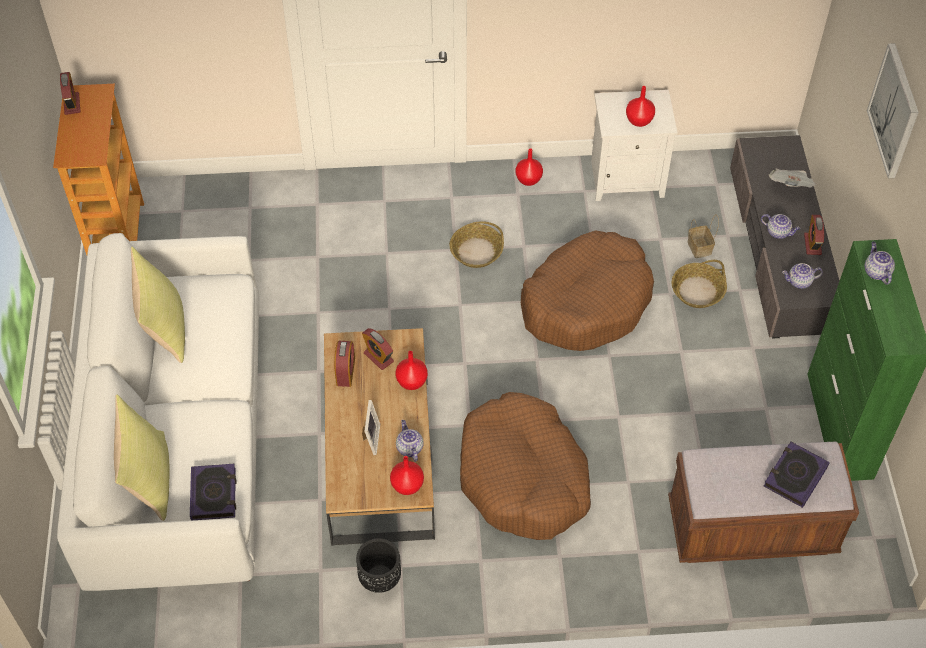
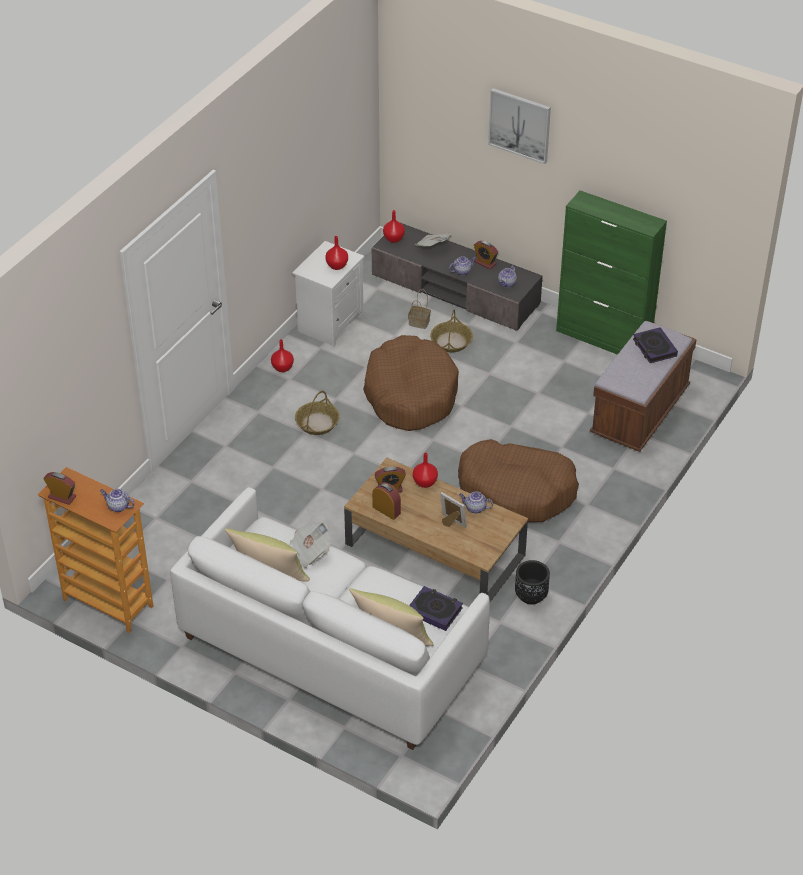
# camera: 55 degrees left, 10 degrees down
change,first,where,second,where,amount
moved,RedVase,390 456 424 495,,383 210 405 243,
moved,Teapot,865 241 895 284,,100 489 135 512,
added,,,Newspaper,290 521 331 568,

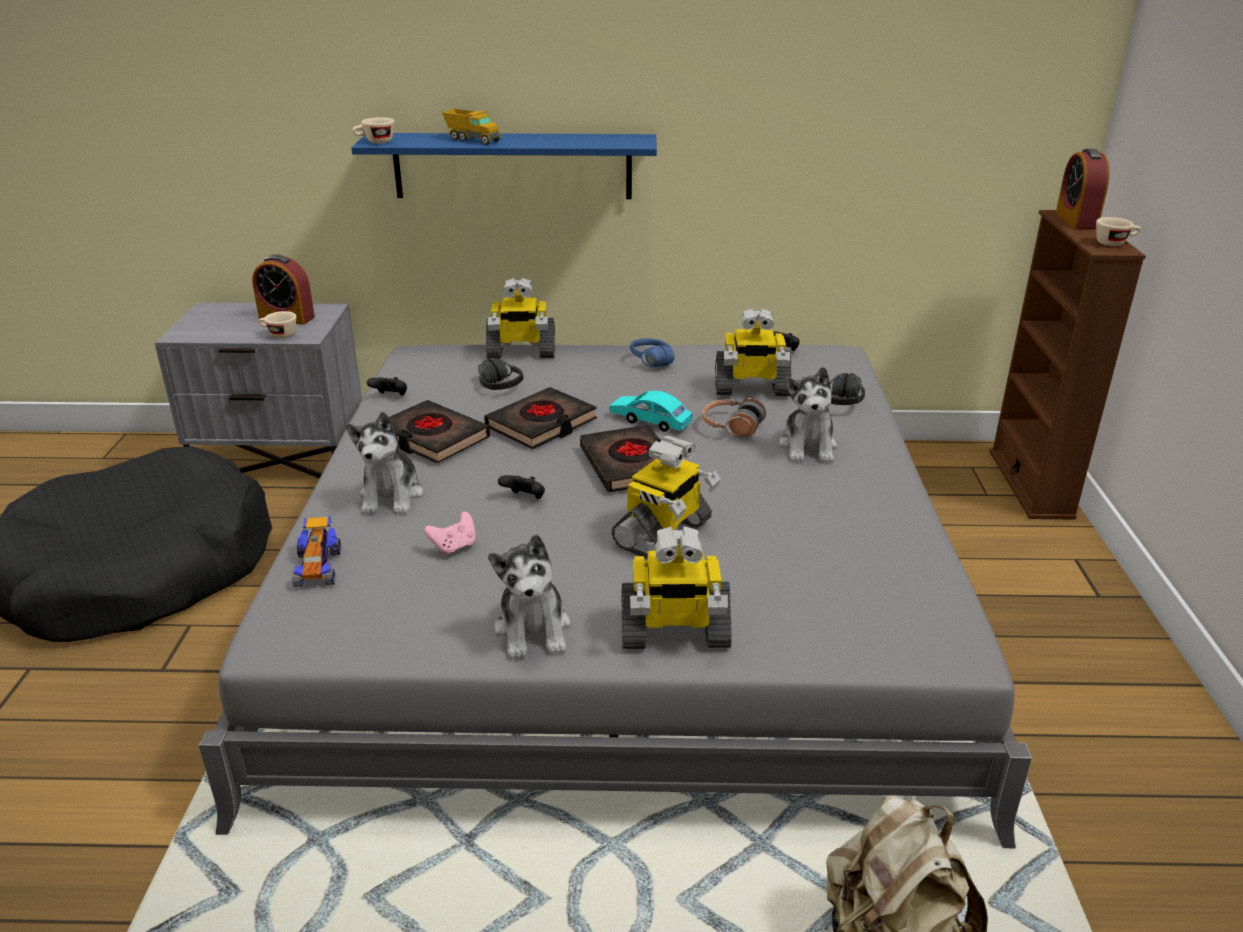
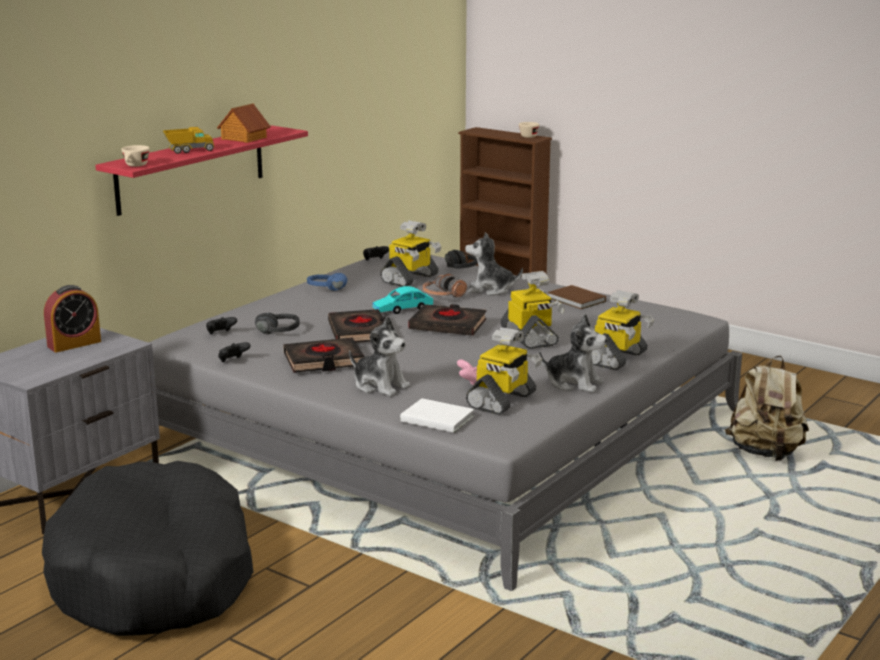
# camera: 55 degrees left, 10 degrees down
change,first,where,second,where,amount
removed,BeigeCup,258 311 296 338,,,
replaced,ToyCar,292 516 341 587,WhiteBook,400 398 474 433,
recoloured,BlueShelf,351 133 657 199,RedShelf,95 126 308 216,
moved,ToyRobot,486 278 555 359,,466 327 542 415,
moved,BlackGameController,498 475 545 499,,206 317 237 334,
turned,PlushToy,779 367 837 462,,465 232 523 295,150 degrees clockwise
removed,AlarmClock,1056 149 1109 229,,,
added,,,ToyHouse,217 103 271 143,
added,,,BrownBook,547 285 606 309,

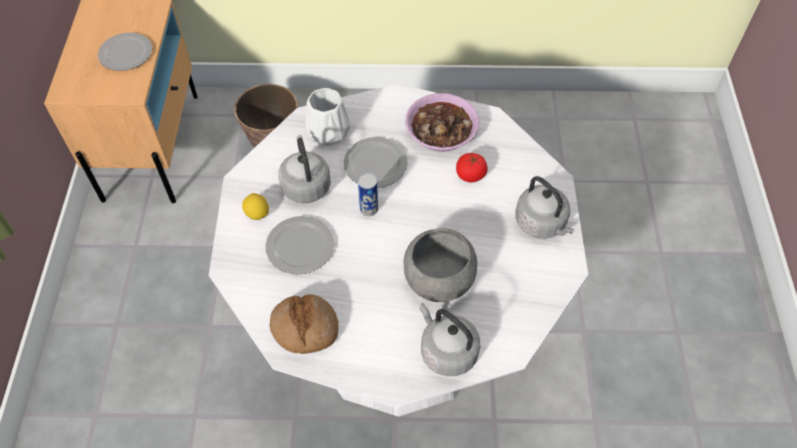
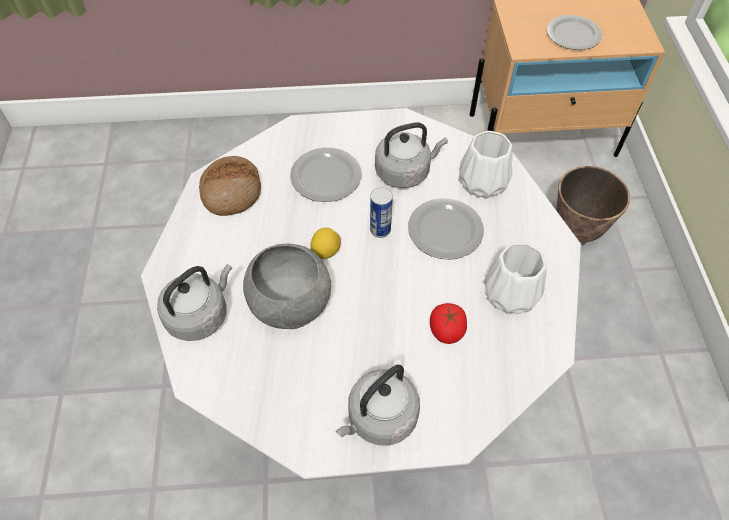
# camera: 85 degrees right, 0 degrees up
change,first,where,second,where,amount
moved,Lemon,242 193 269 220,,310 228 341 259,
replaced,Bowl,405 93 479 152,WhiteVase,484 243 547 314,

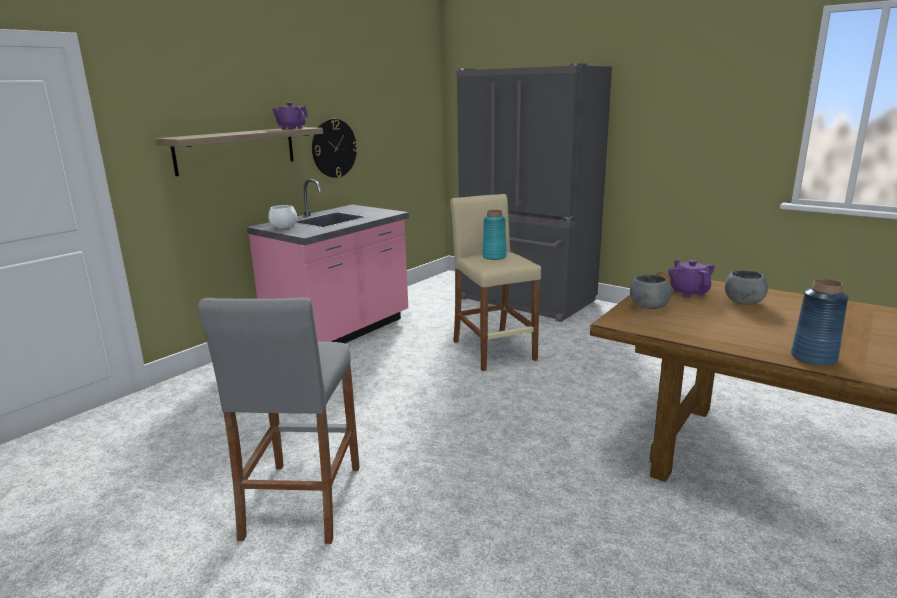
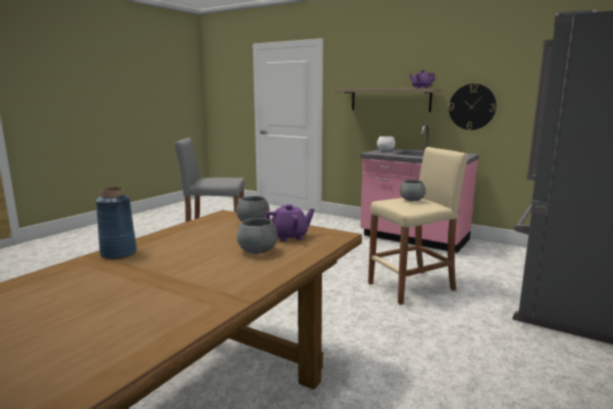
# camera: 85 degrees right, 5 degrees down
change,first,where,second,where,amount
replaced,TurquoiseVase,482 210 507 260,GreyBowl,400 180 426 202,

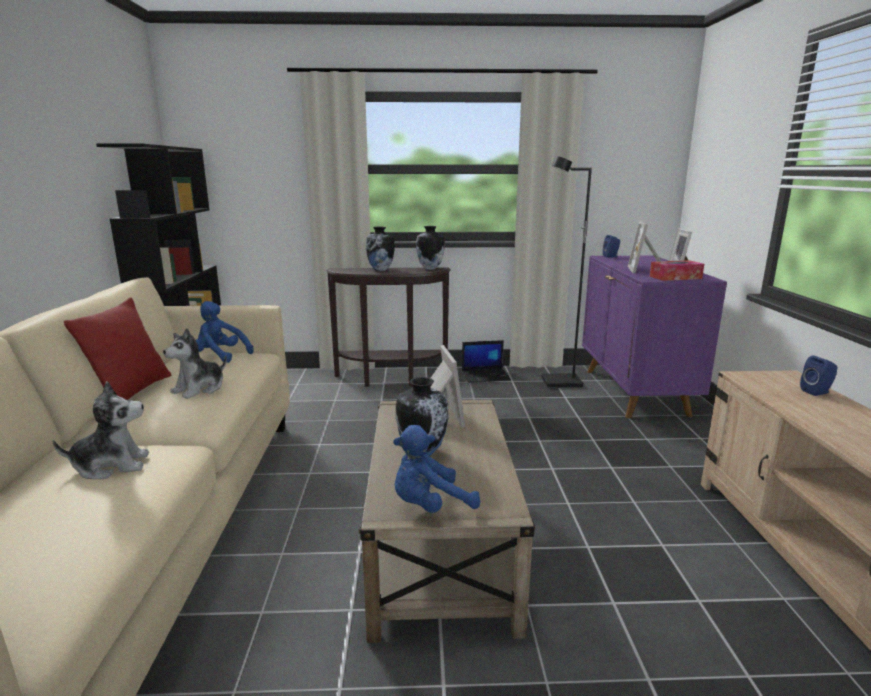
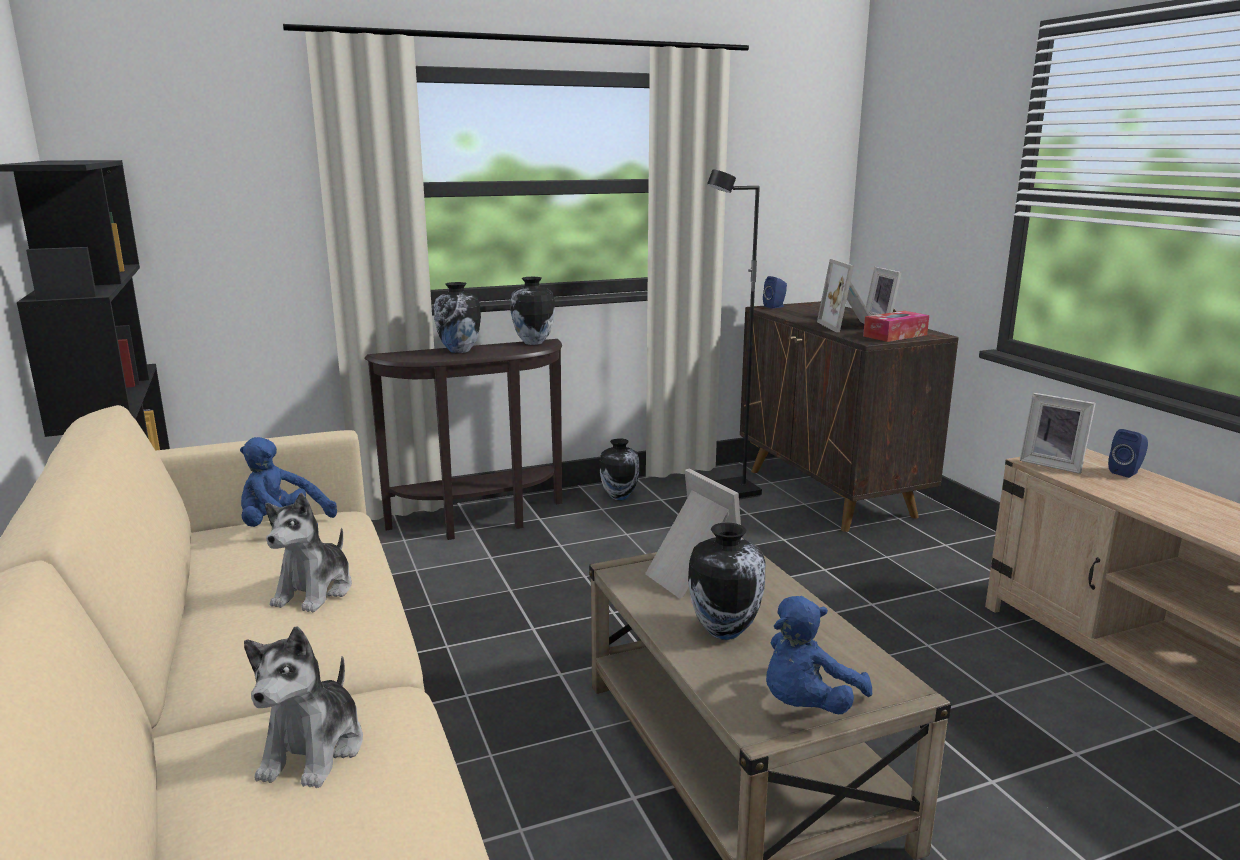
# camera: 20 degrees left, 0 degrees up
change,first,where,second,where,amount
turned,PlushToy,52 382 149 479,,244 626 363 788,135 degrees clockwise
removed,RedPillow,64 297 171 400,,,
replaced,Laptop,462 340 511 383,Vase,599 438 639 500,
recoloured,PurpleCabinet,582 255 727 418,BrownCabinet,740 301 959 532,
added,,,PictureFrame,1020 393 1096 474,

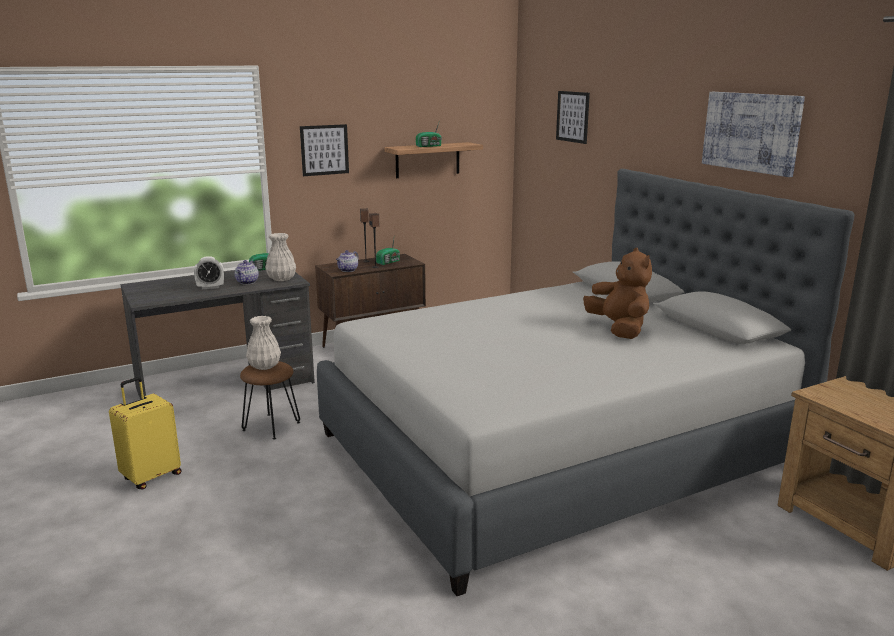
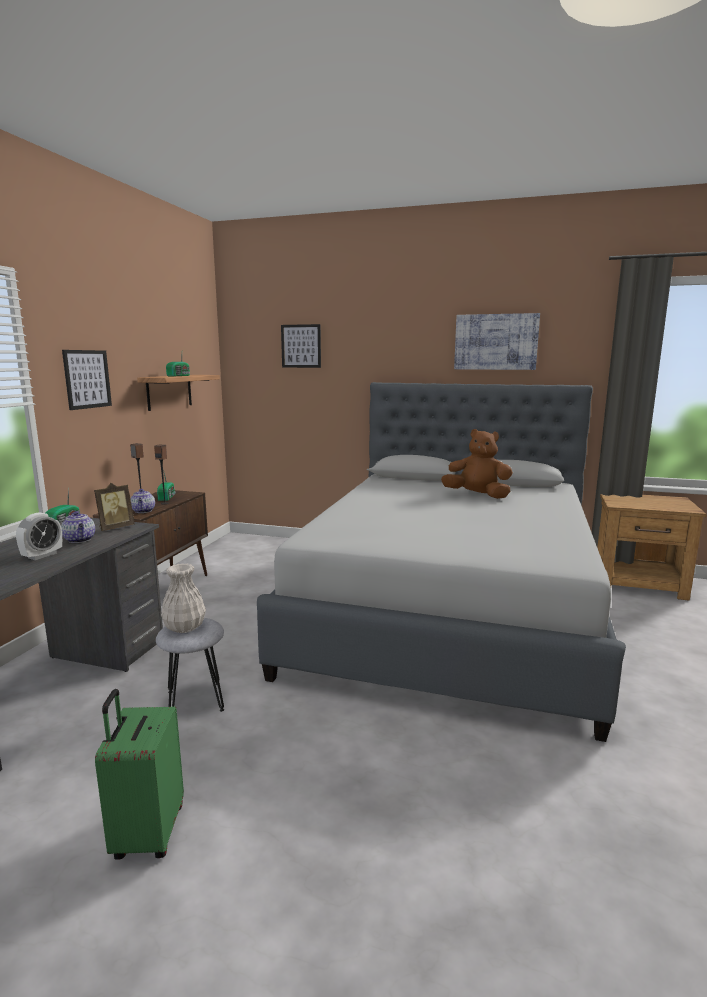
# camera: 45 degrees left, 5 degrees down
change,first,where,second,where,amount
recoloured,YellowSuitcase,109 377 182 489,GreenSuitcase,95 689 184 860,
recoloured,BrownStool,240 361 300 440,GreyStool,156 618 224 712,
replaced,WhiteVase,266 233 296 281,PictureFrame,94 483 135 531,

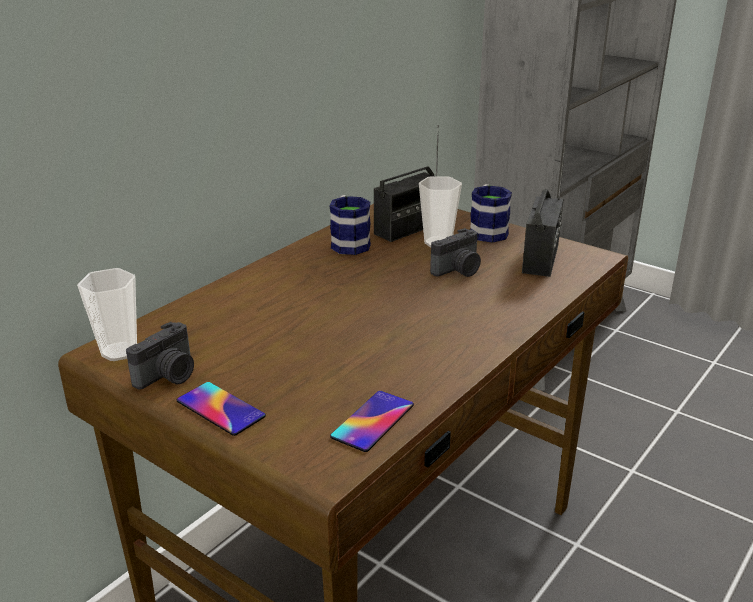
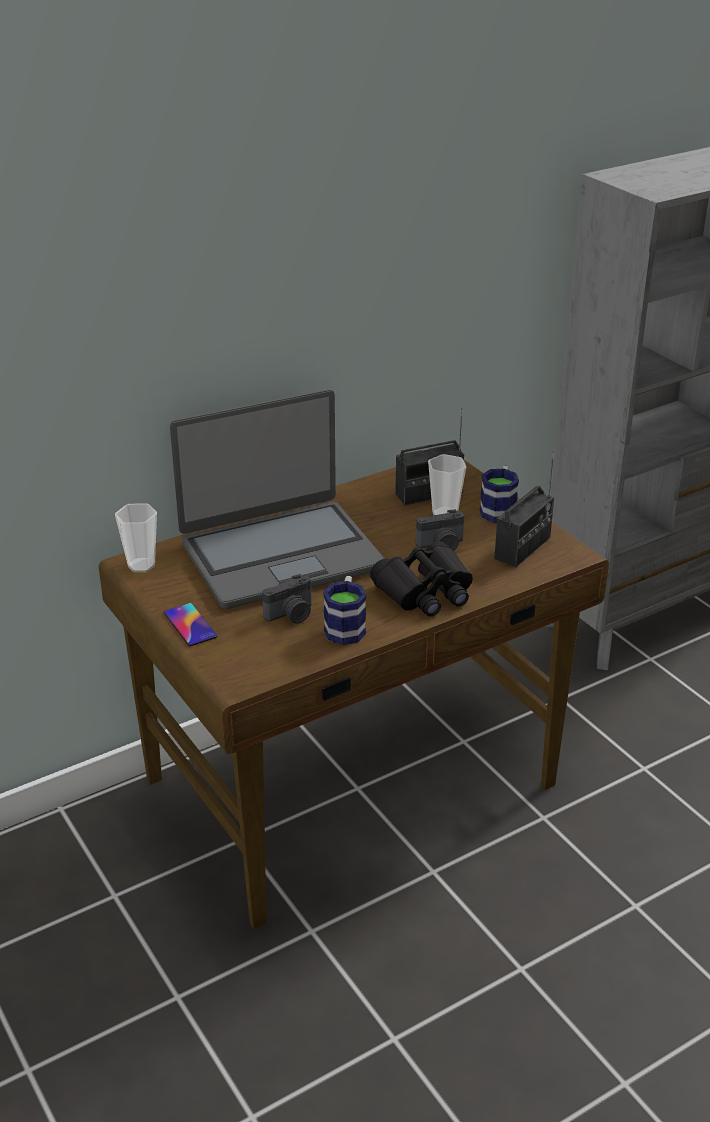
# camera: 20 degrees right, 5 degrees up
change,first,where,second,where,amount
moved,PhotoCamera,126 322 194 389,,262 574 312 624,
moved,Mug,330 195 371 255,,323 576 366 645,
removed,Phone,330 391 414 452,,,
added,,,Laptop,170 390 385 609,
added,,,BlackBinoculars,370 541 473 616,

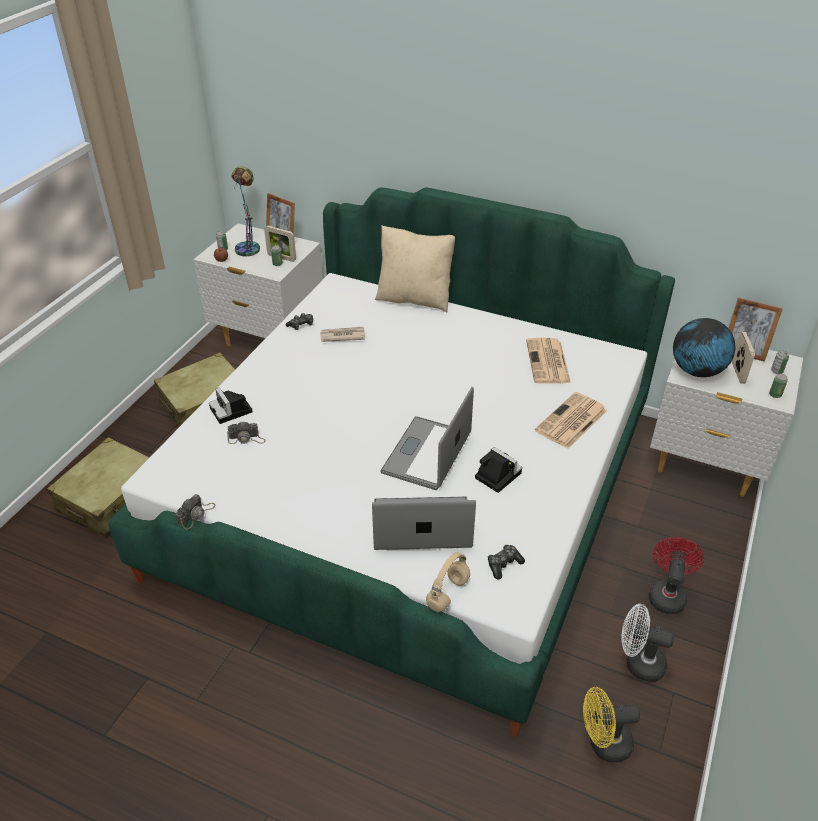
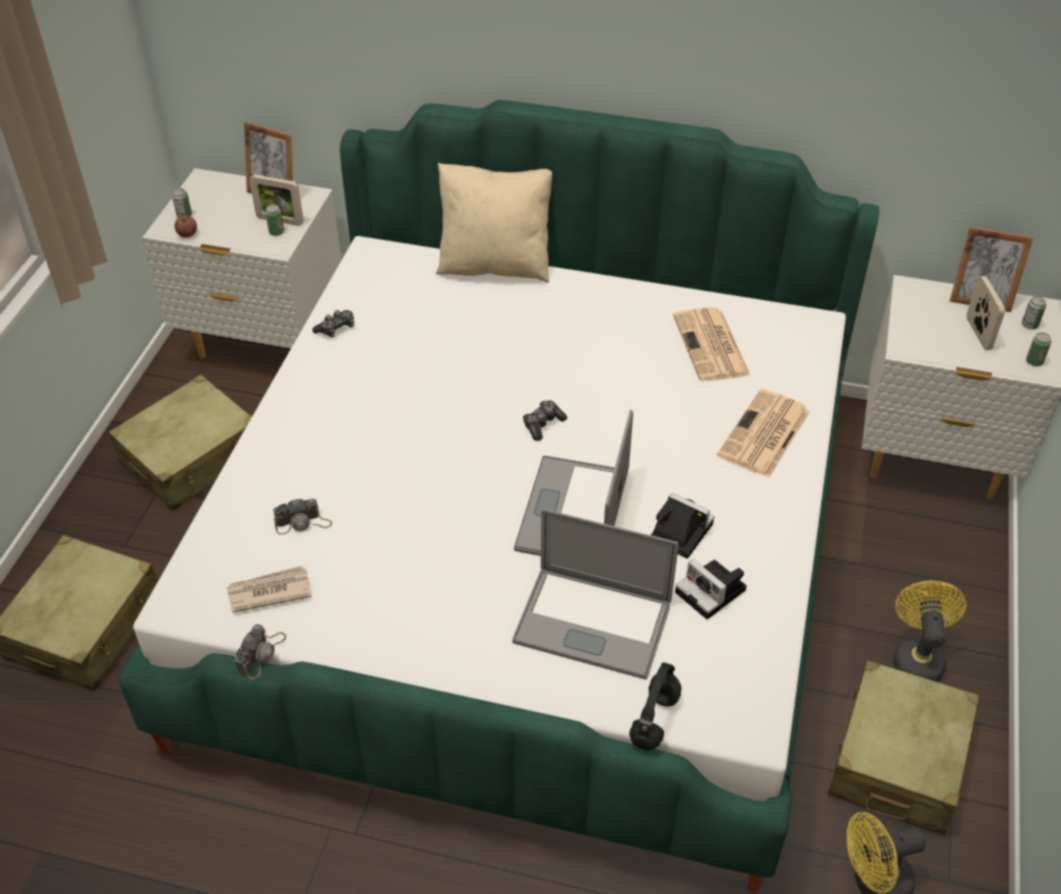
# camera: 10 degrees left, 5 degrees up
change,first,where,second,where,amount
moved,PhotoCamera,209 387 252 424,,675 559 747 619,
removed,TableLamp,231 167 260 256,,,
moved,Newspaper,320 327 365 342,,227 566 311 613,
turned,Laptop,372 497 476 550,,512 509 679 680,150 degrees counterclockwise
recoloured,BeigeHeadphones,426 552 470 612,BlackHeadphones,629 662 681 750,
moved,GameController,488 545 525 580,,523 400 567 441,
replaced,WhiteFan,621 604 674 682,BeigeSuitcase,828 660 979 835,
recoloured,RedFan,649 537 704 614,YellowFan,893 581 966 682,
removed,Globe,673 318 736 377,,,

